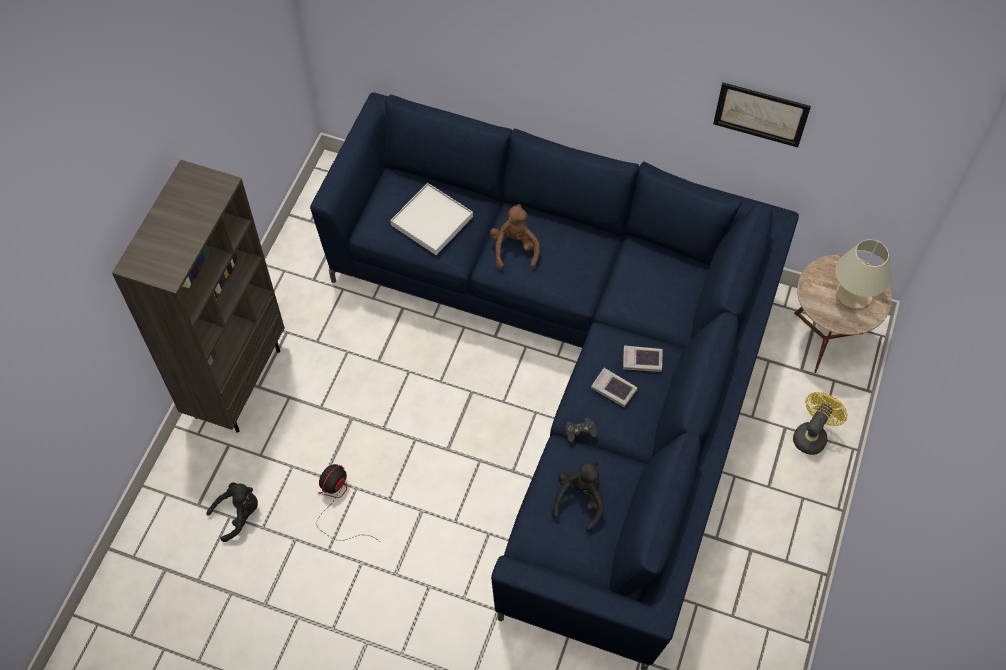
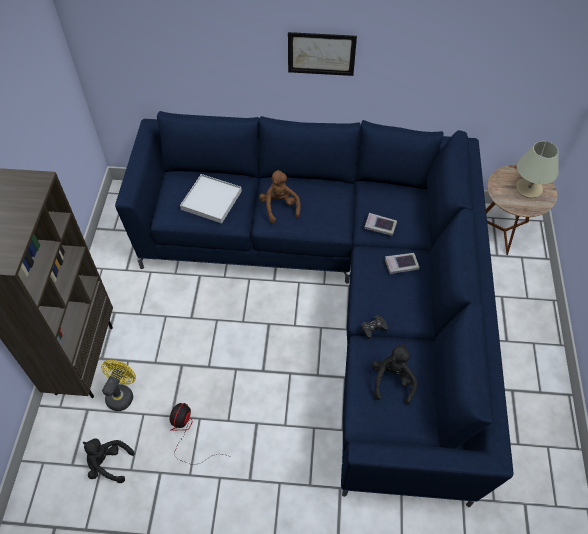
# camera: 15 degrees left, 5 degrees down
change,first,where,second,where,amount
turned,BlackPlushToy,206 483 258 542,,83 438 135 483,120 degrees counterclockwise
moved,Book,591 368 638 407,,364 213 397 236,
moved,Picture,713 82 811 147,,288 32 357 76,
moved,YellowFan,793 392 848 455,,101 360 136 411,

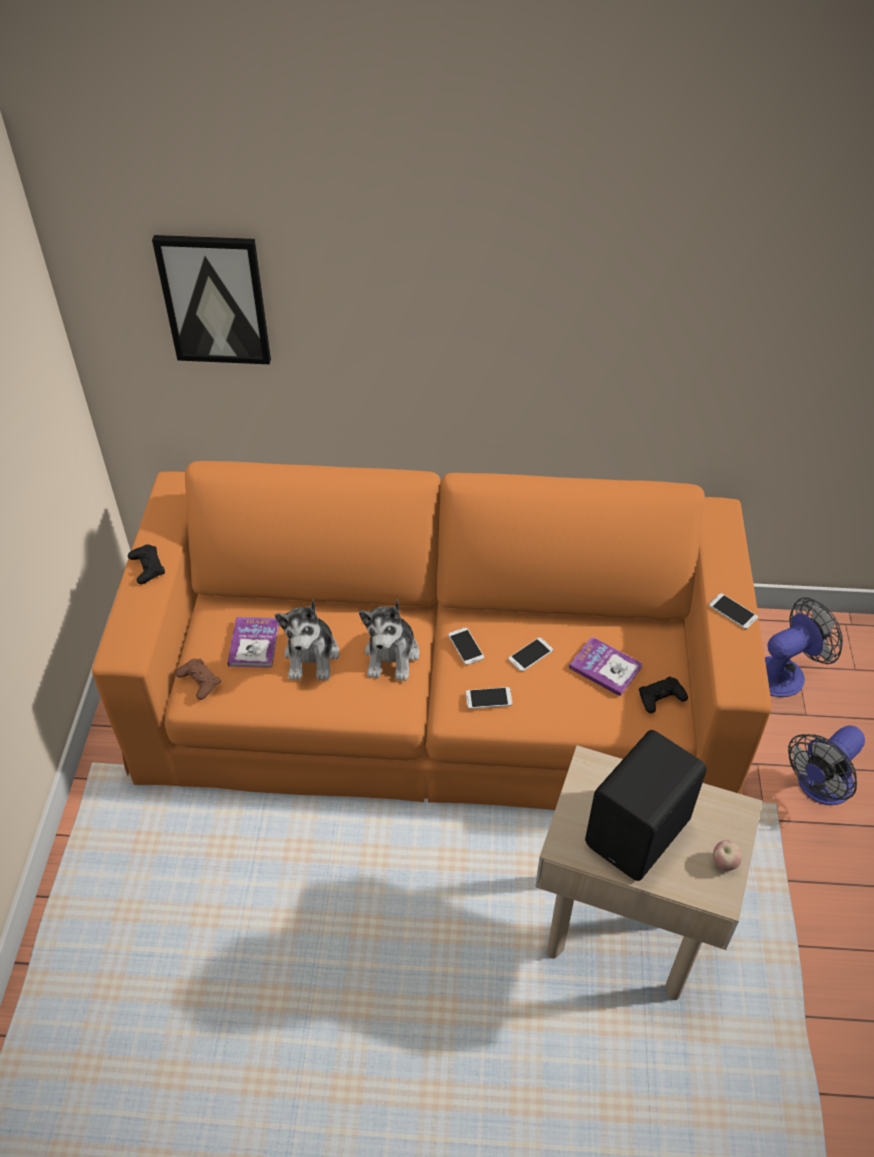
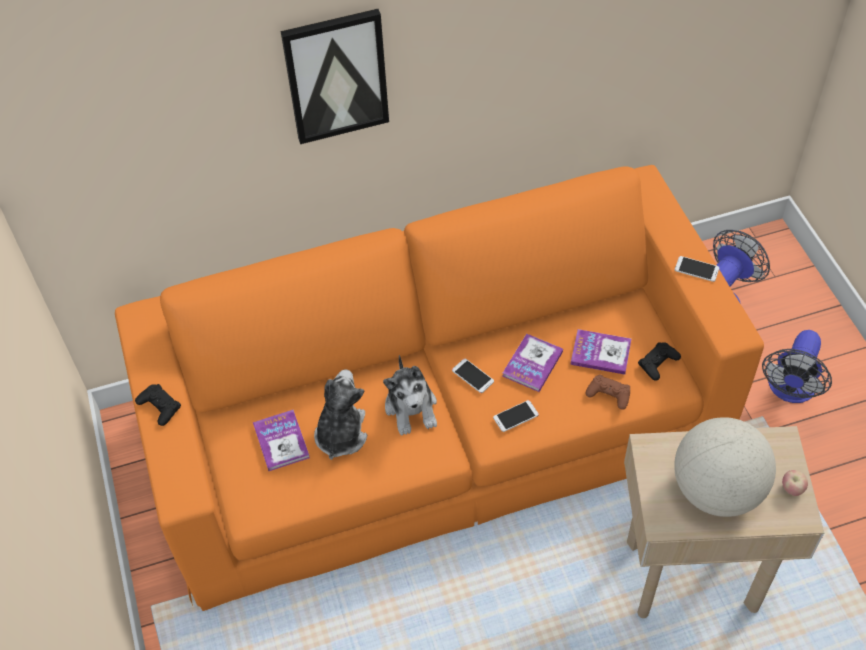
# camera: 20 degrees left, 5 degrees up
change,first,where,second,where,amount
moved,Picture,152 235 271 364,,281 9 389 144,
moved,BrownGameController,176 659 221 700,,585 374 630 410,
turned,PlushToy,275 600 339 681,,314 369 367 460,150 degrees counterclockwise
replaced,Phone,508 637 553 672,Book,502 334 563 392,
replaced,BlackSpeaker,585 730 707 881,Globe,674 417 776 517,

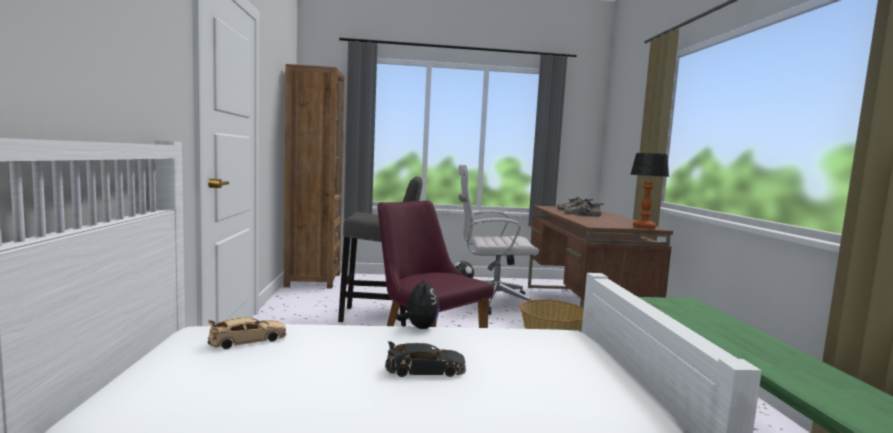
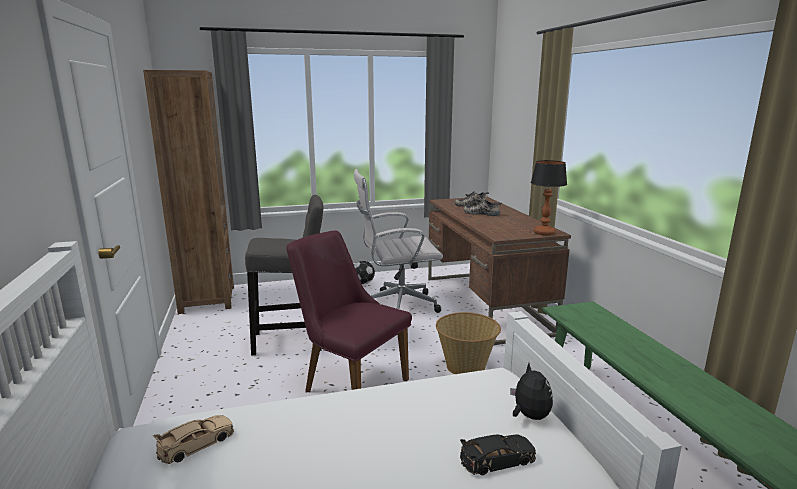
# camera: 10 degrees left, 10 degrees up
change,first,where,second,where,amount
moved,BlackToyCar,385 341 466 377,,460 434 536 475,
moved,PlushToy,396 276 439 329,,510 363 553 420,

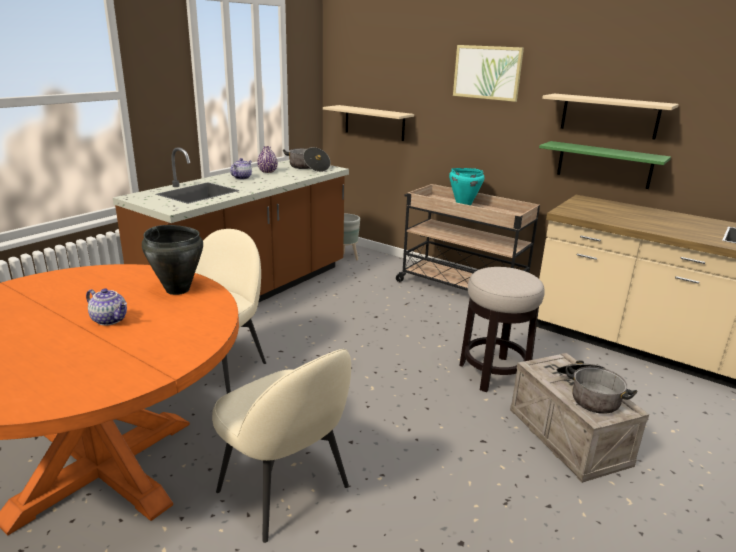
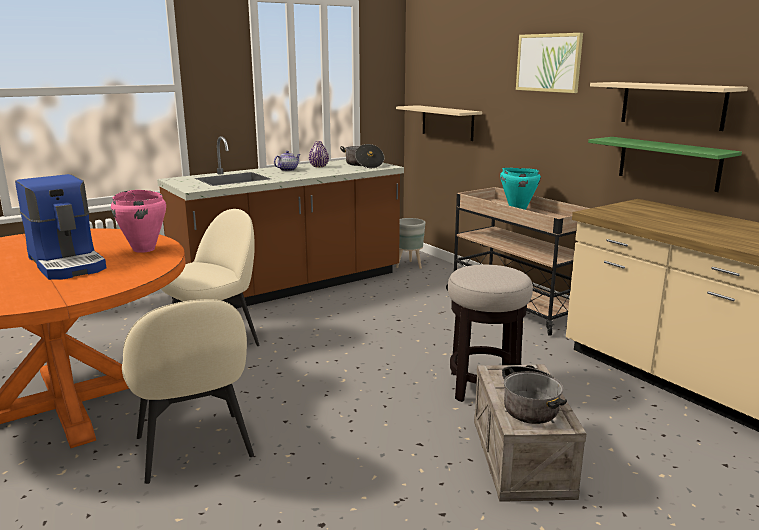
# camera: 20 degrees right, 5 degrees down
change,first,where,second,where,amount
replaced,Teapot,86 288 127 325,CoffeeMachine,15 174 106 280,
recoloured,BlackCookingPot,142 225 203 295,PinkCookingPot,111 190 166 253,

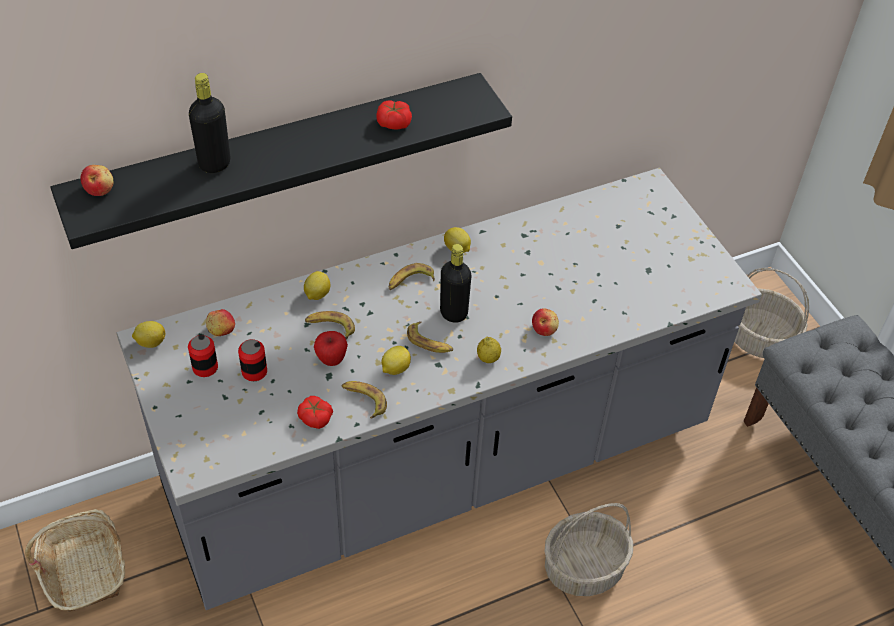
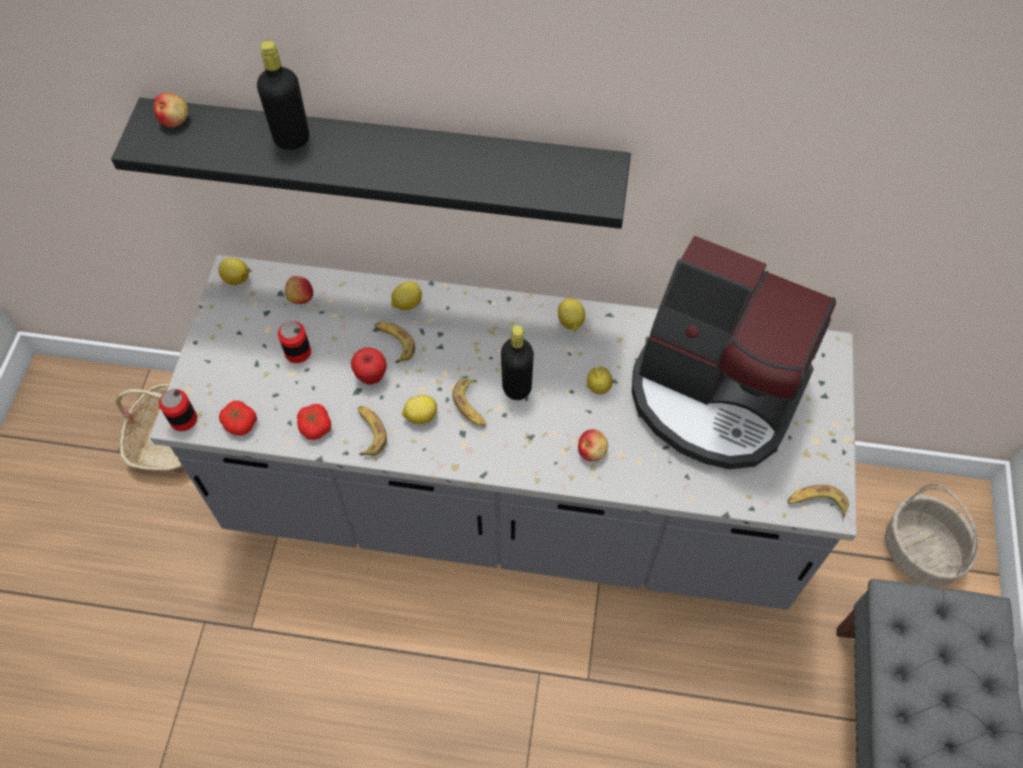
# camera: 35 degrees right, 10 degrees up
change,first,where,second,where,amount
moved,Can,188 335 218 377,,159 389 197 431,
moved,Tomato,376 101 412 130,,219 401 257 436,
moved,Banana,389 263 435 290,,787 485 849 518,
moved,Lemon,477 337 501 363,,587 366 613 394,
removed,Basket,544 503 633 596,,,
added,,,CoffeeMachine,632 235 836 469,

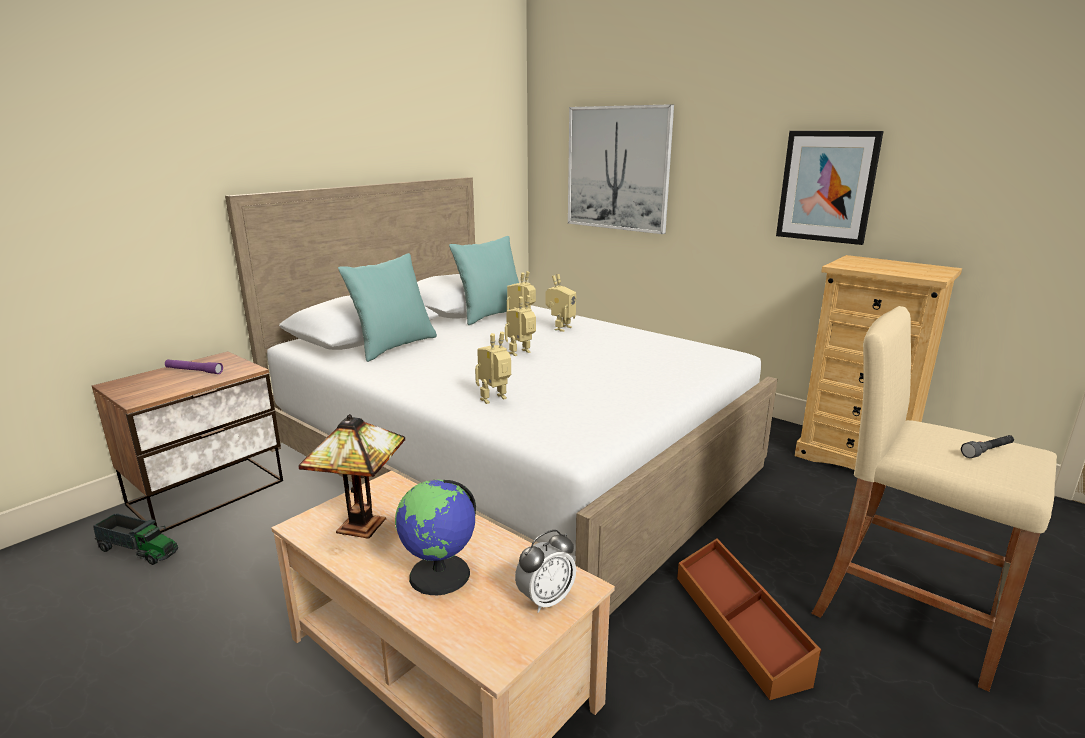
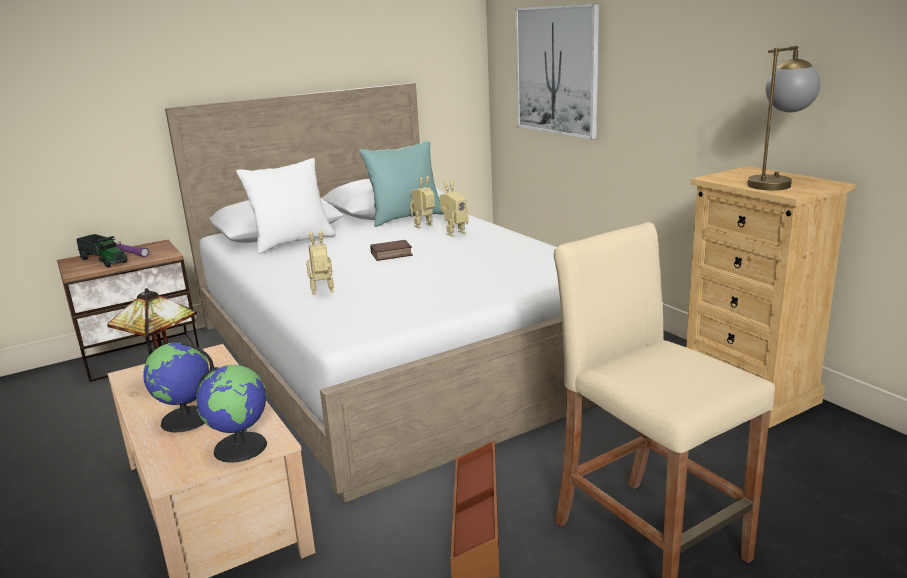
# camera: 20 degrees right, 0 degrees up
change,first,where,second,where,amount
moved,ToyTruck,93 513 178 565,,76 234 127 268,
recoloured,TurquoisePillow,338 253 437 362,WhitePillow,236 158 336 254,
replaced,ToyRobot,505 295 536 356,Book,370 240 413 261,
replaced,AlarmClock,515 530 576 613,Globe,196 365 267 463,
removed,Picture,776 131 884 245,,,
removed,GreyFlashlight,961 435 1014 458,,,
added,,,TableLamp,747 46 821 190,

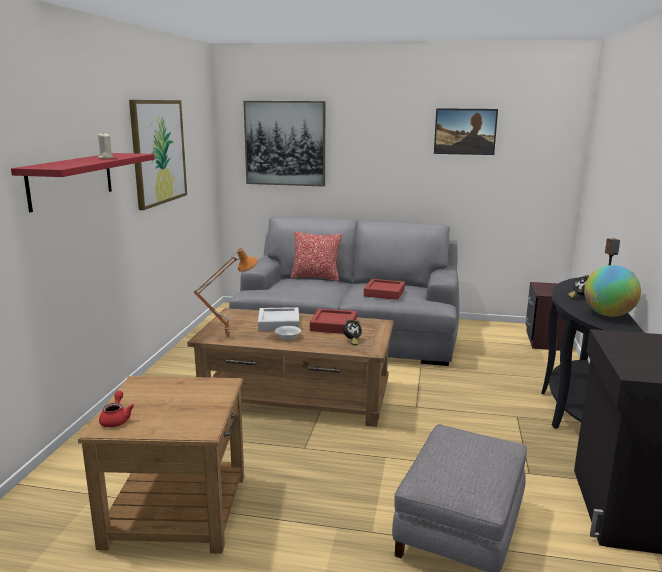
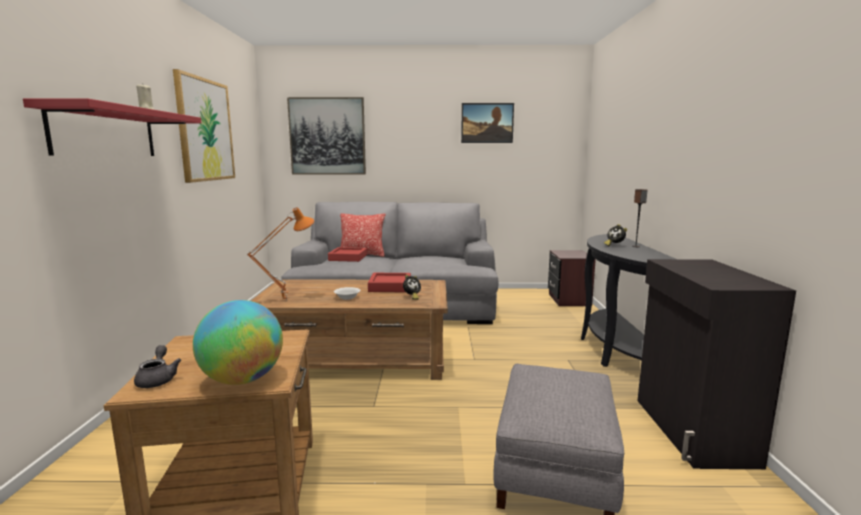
# camera: 10 degrees left, 5 degrees down
change,first,where,second,where,amount
recoloured,RedTeapot,99 391 134 427,GreyTeapot,134 345 181 388,
removed,GreyTray,258 307 300 331,,,
moved,RedTray,364 279 405 300,,328 247 367 262,
moved,Globe,584 265 641 317,,193 300 283 385,

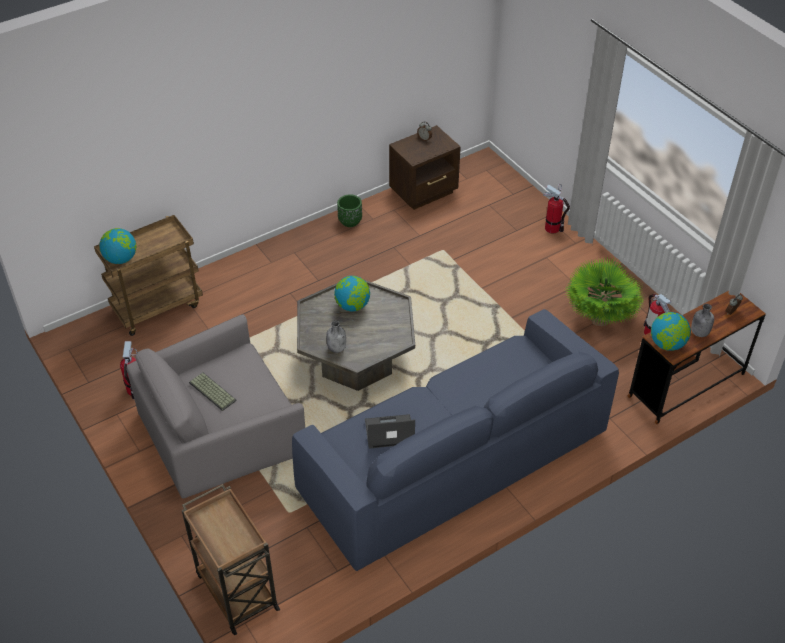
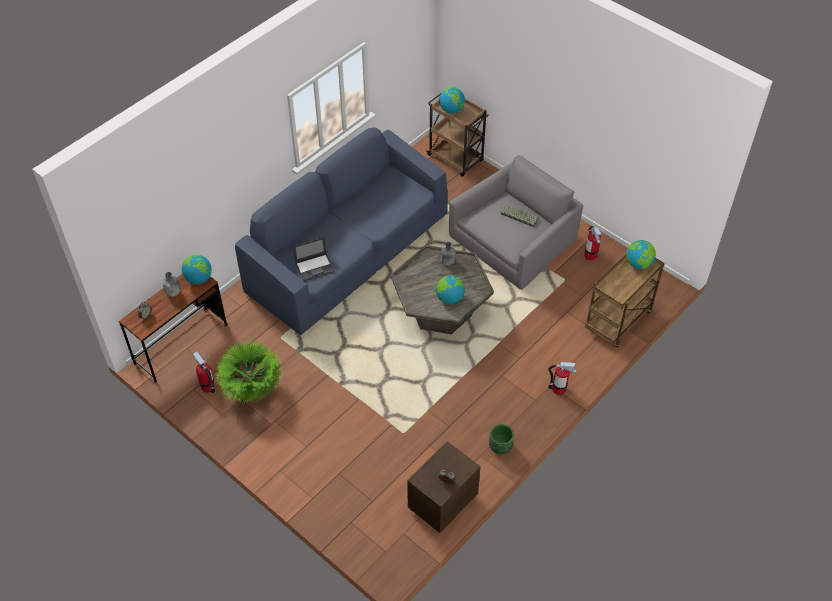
# camera: 165 degrees right, 5 degrees up
change,first,where,second,where,amount
moved,Laptop,365 414 415 449,,293 237 334 281,
moved,FireExtinguisher,543 184 570 234,,548 362 576 395,
added,,,Globe,439 87 465 113,

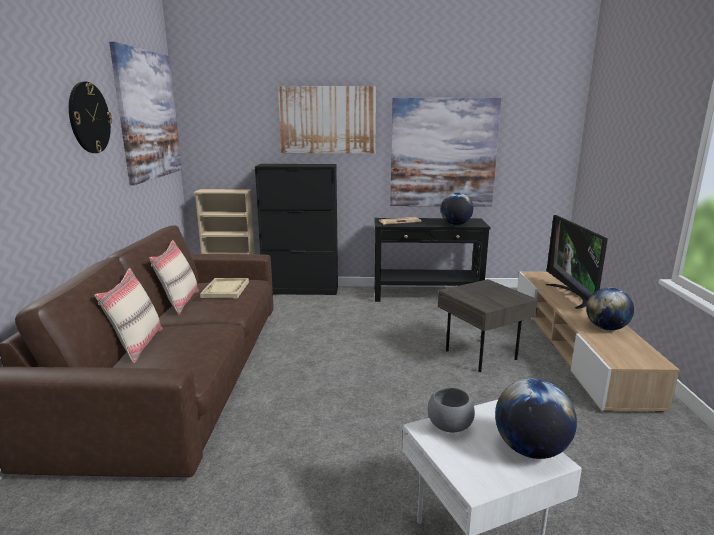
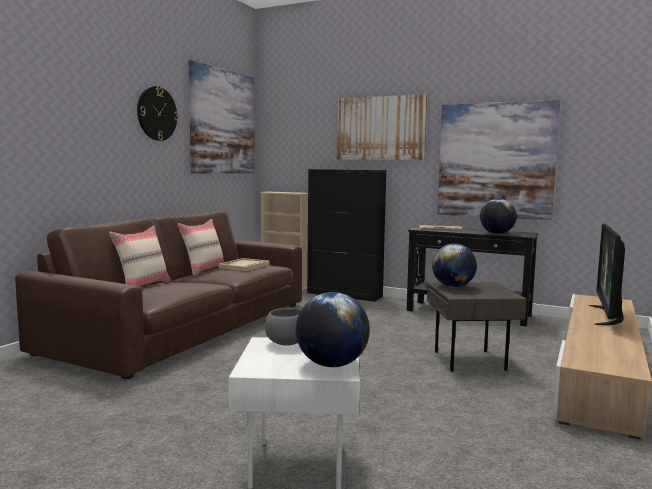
# camera: 25 degrees right, 10 degrees down
change,first,where,second,where,amount
moved,Globe,586 287 634 330,,432 243 477 287,

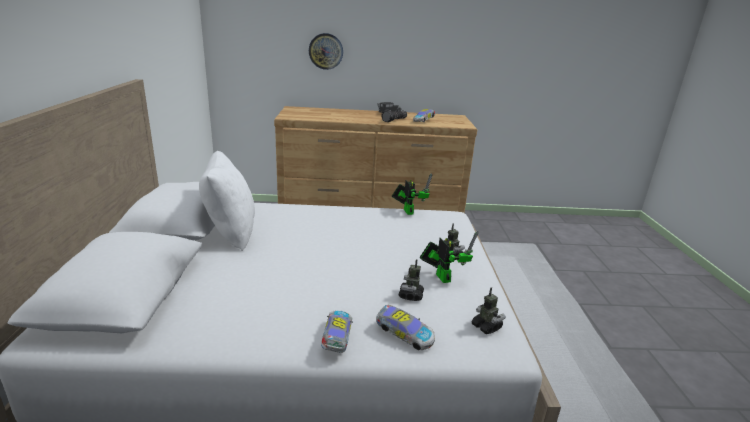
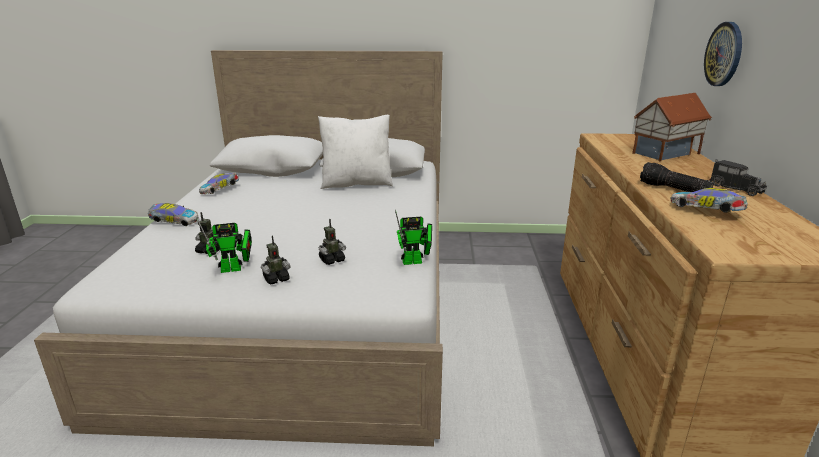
# camera: 95 degrees right, 0 degrees up
change,first,where,second,where,amount
moved,ToyCar,376 305 435 350,,199 173 239 194,
moved,ToyRobot,472 287 506 334,,319 219 346 265,
added,,,ToyHouse,632 93 712 161,

